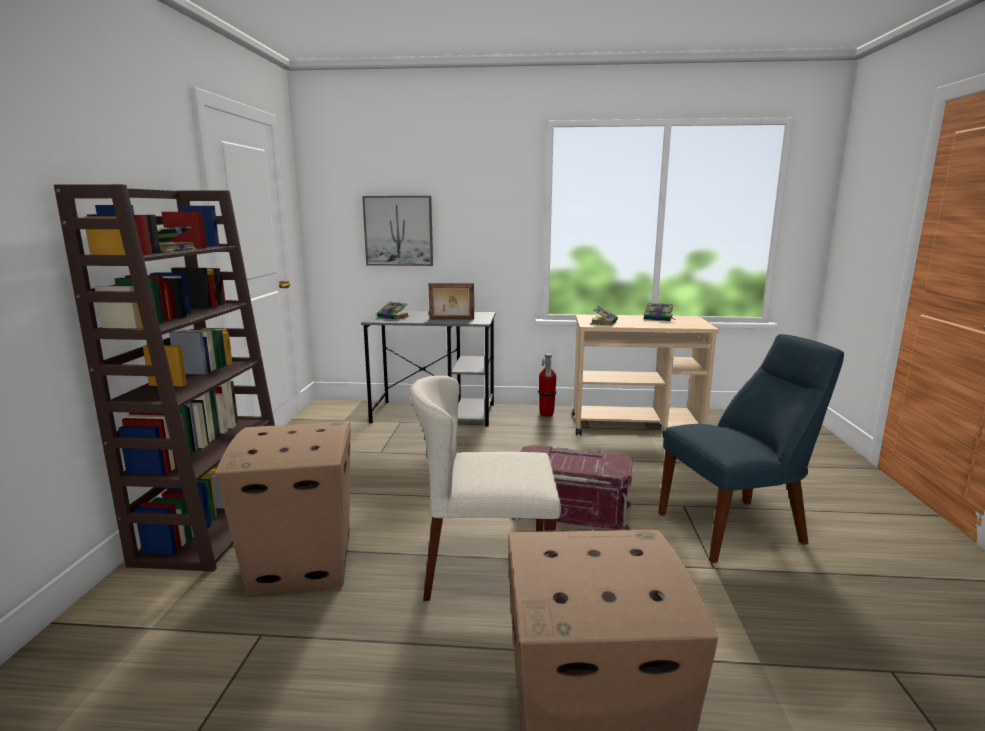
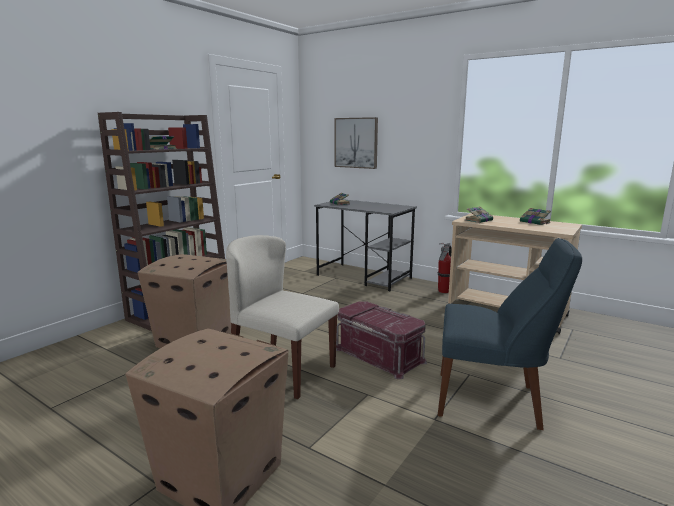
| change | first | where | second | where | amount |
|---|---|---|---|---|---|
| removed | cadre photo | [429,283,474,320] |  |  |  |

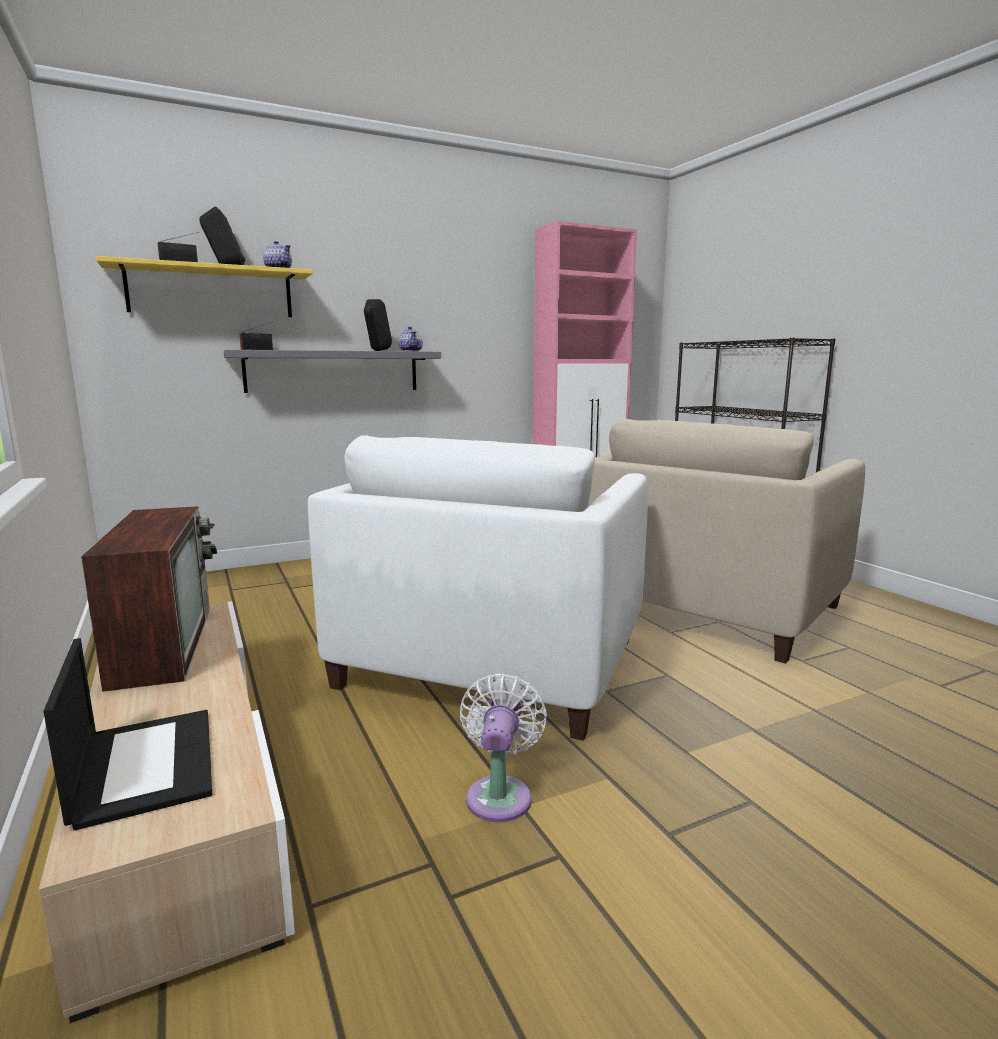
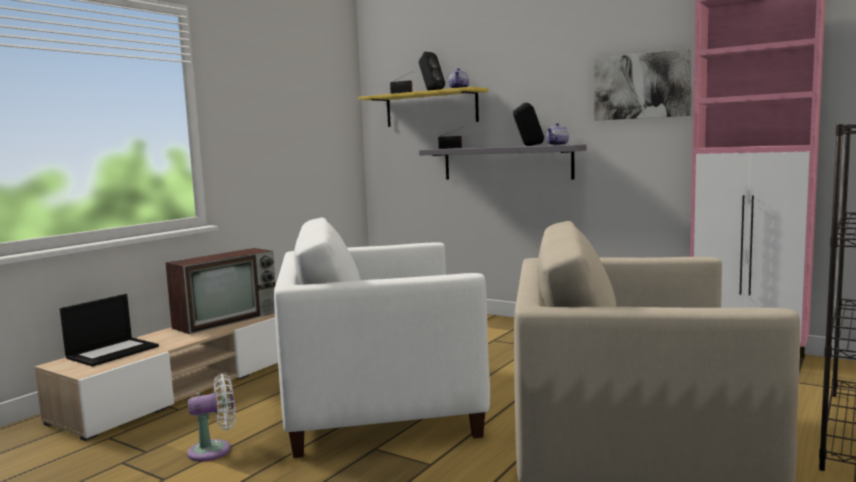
| change | first | where | second | where | amount |
|---|---|---|---|---|---|
| added |  |  | tableau | [594,49,692,121] |  |

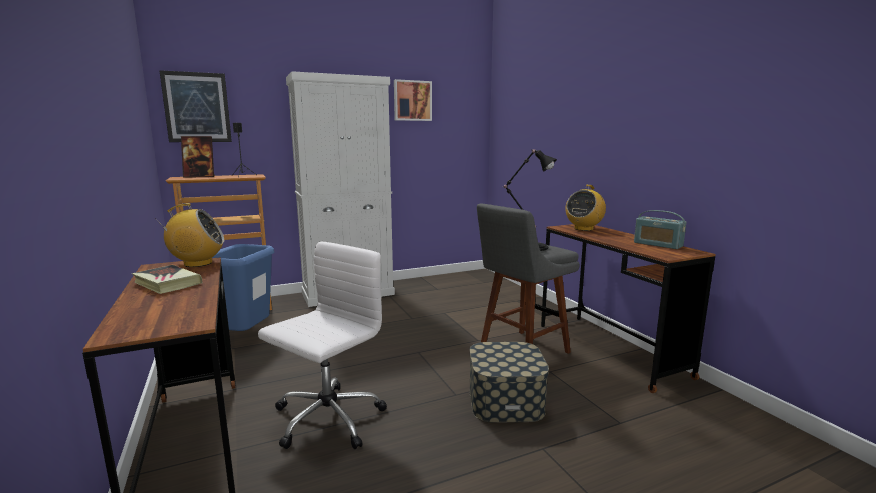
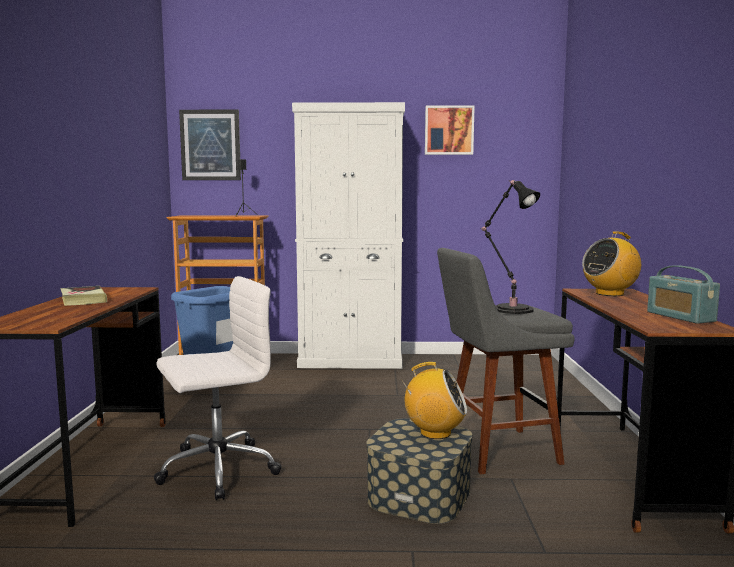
| change | first | where | second | where | amount |
|---|---|---|---|---|---|
| removed | cadre photo | [181,136,215,178] |  |  |  |
| moved | radio | [155,203,224,267] |  | [401,362,467,439] |  |

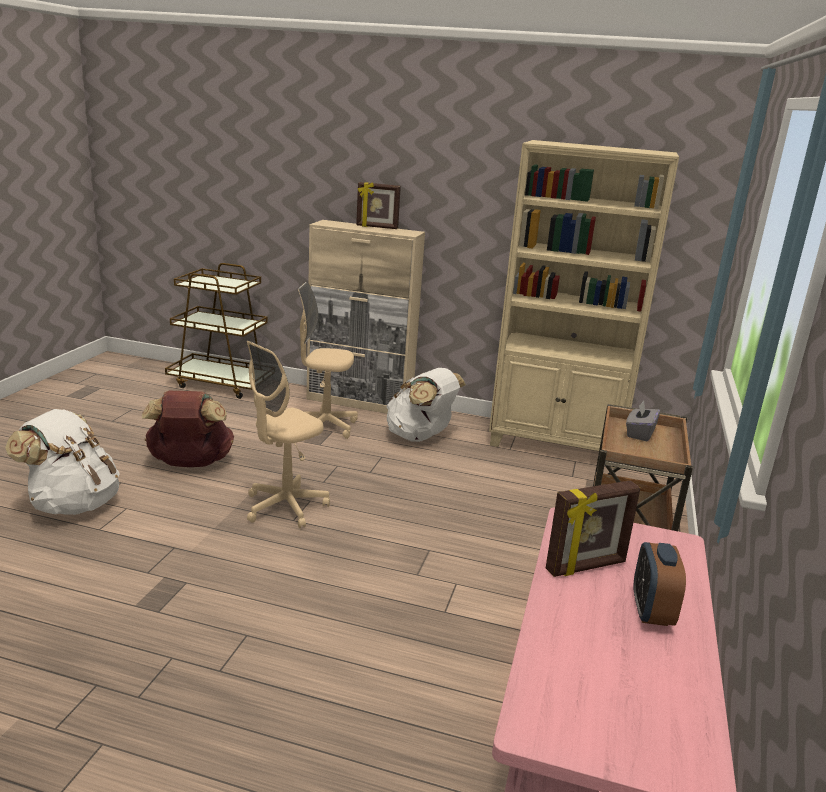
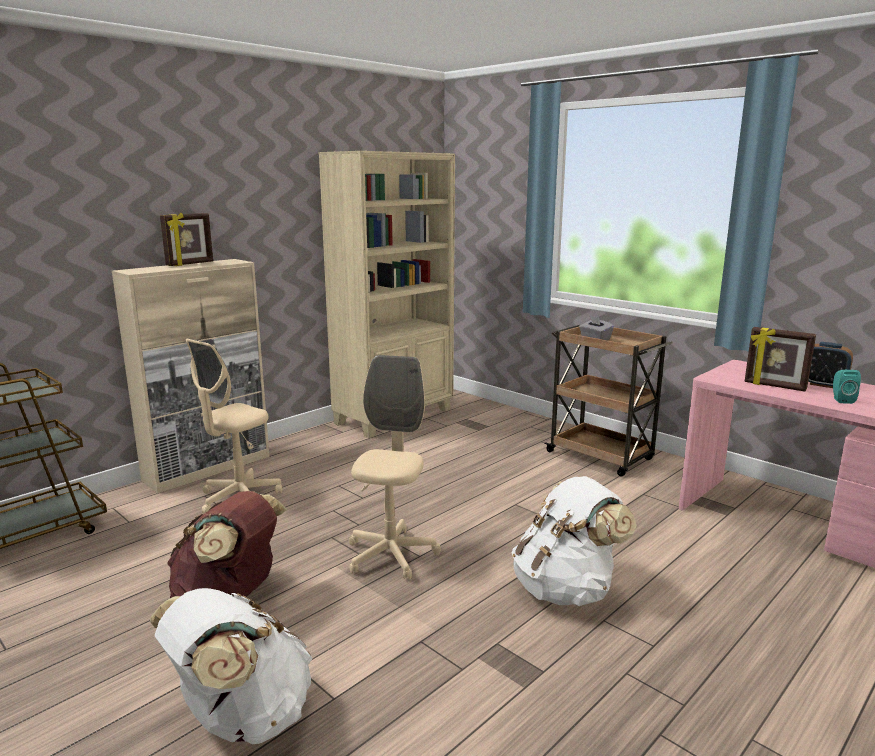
| change | first | where | second | where | amount |
|---|---|---|---|---|---|
| added |  |  | enceinte [turquoise] | [833,370,861,404] |  |
| moved | sac à dos [blanc] | [386,368,466,442] |  | [511,476,637,606] |  |
| turned | chaise de bureau [beige] | [247,341,330,528] |  | [349,355,441,580] | 150 degrees counterclockwise |
| turned | cadre photo | [546,480,640,577] |  | [745,327,816,391] | 120 degrees clockwise |

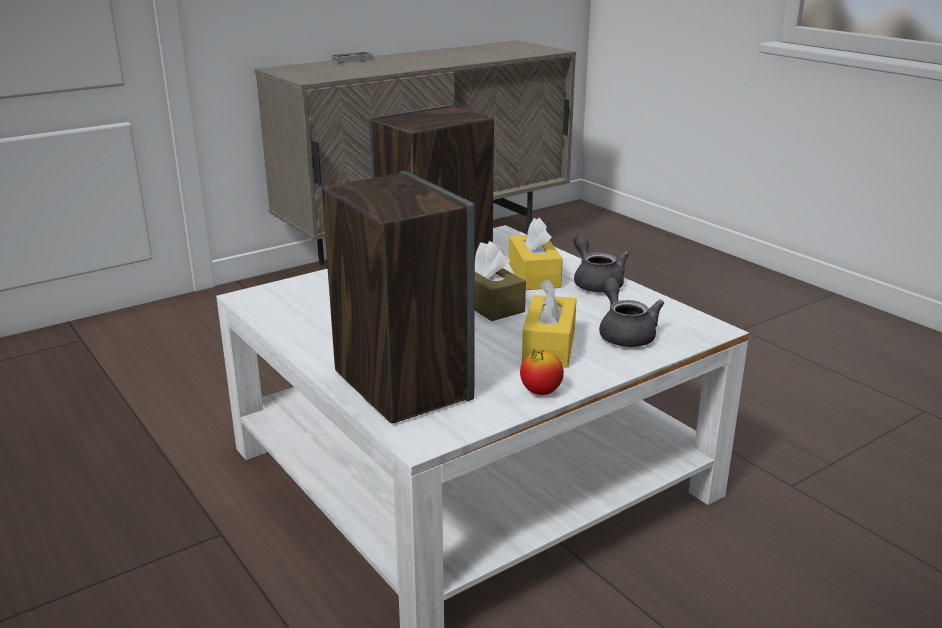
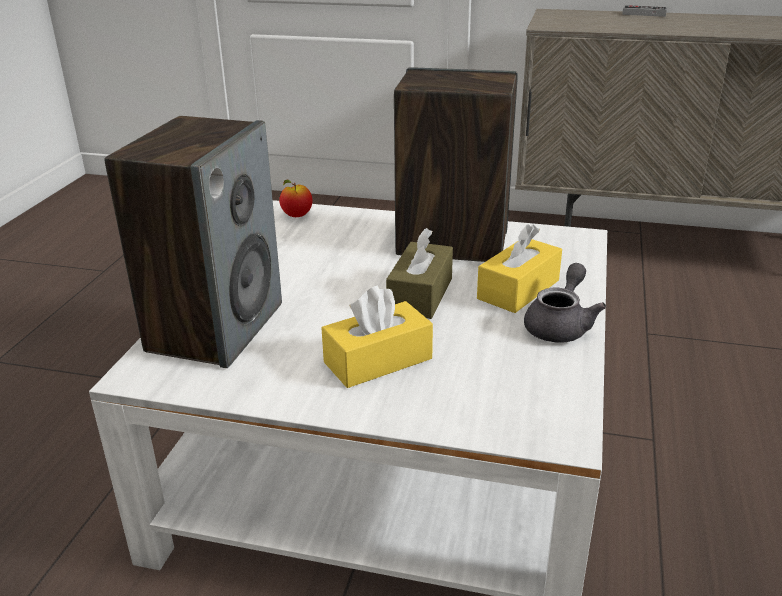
| change | first | where | second | where | amount |
|---|---|---|---|---|---|
| removed | théière [gris] | [599,278,664,347] |  |  |  |
| moved | pomme | [520,350,564,395] |  | [279,179,312,217] |  |

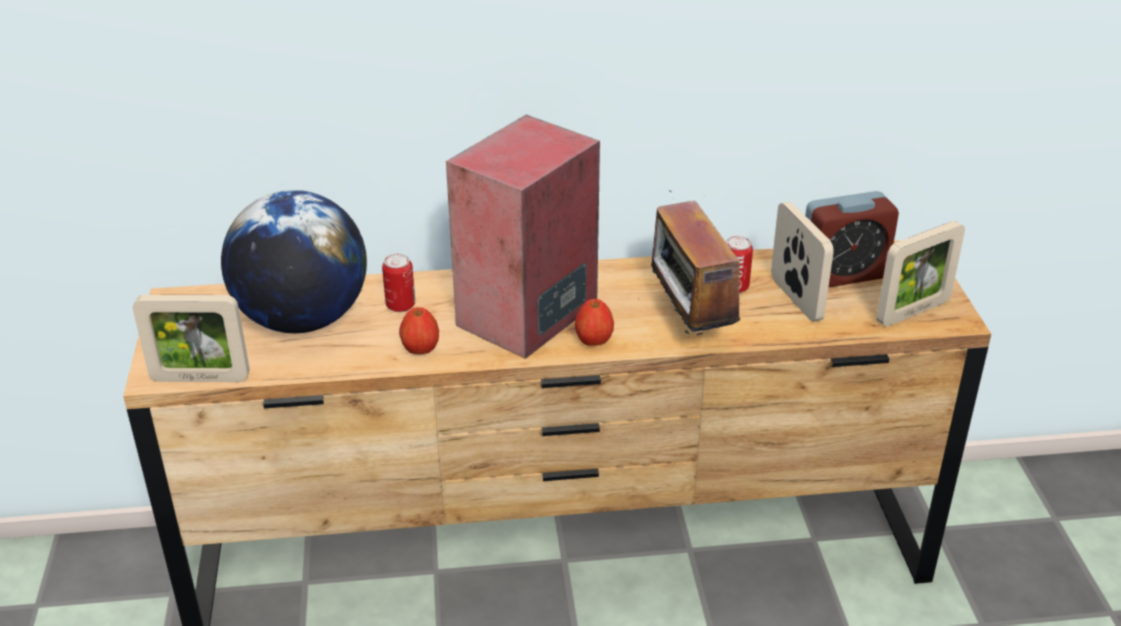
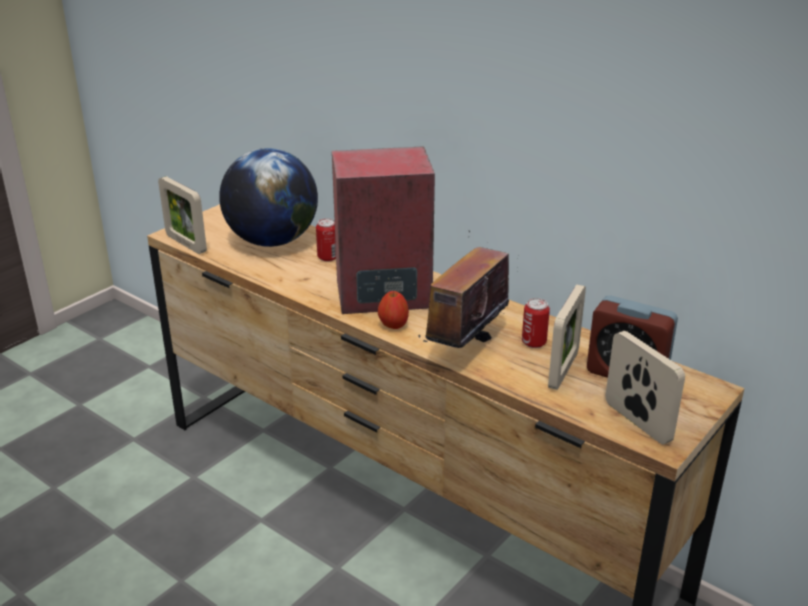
| change | first | where | second | where | amount |
|---|---|---|---|---|---|
| removed | pomme | [399,307,439,354] |  |  |  |
| turned | cadre photo | [876,221,965,327] |  | [605,331,685,444] | 135 degrees counterclockwise |

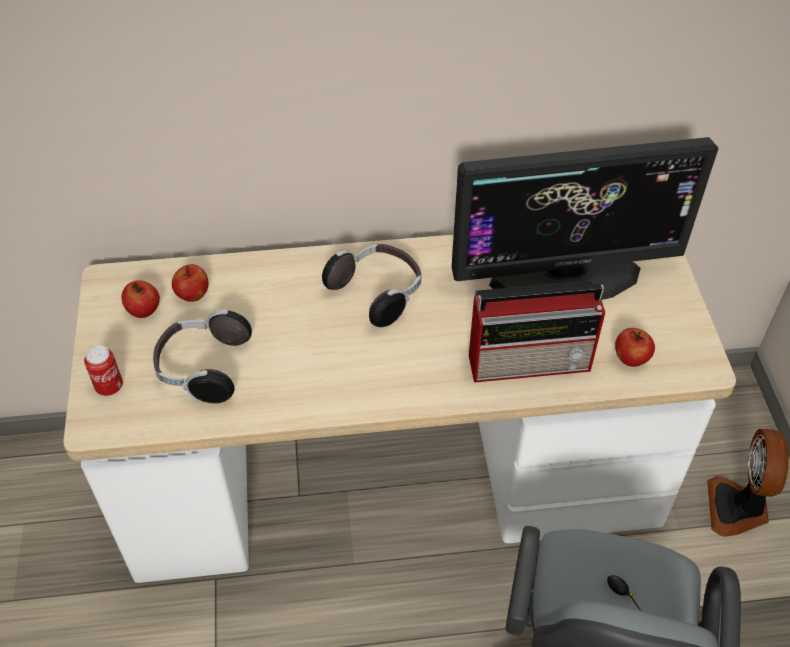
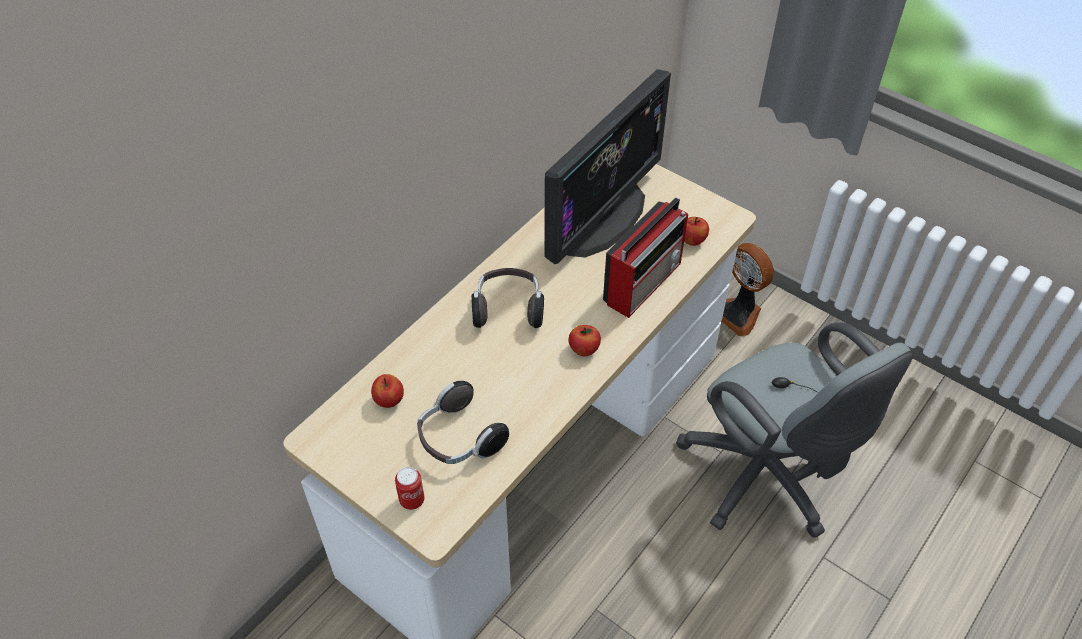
| change | first | where | second | where | amount |
|---|---|---|---|---|---|
| moved | pomme | [122,280,160,318] |  | [569,325,601,356] |  |

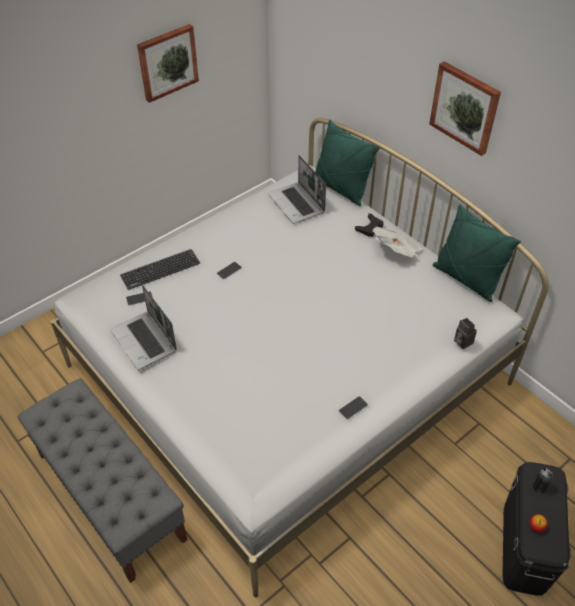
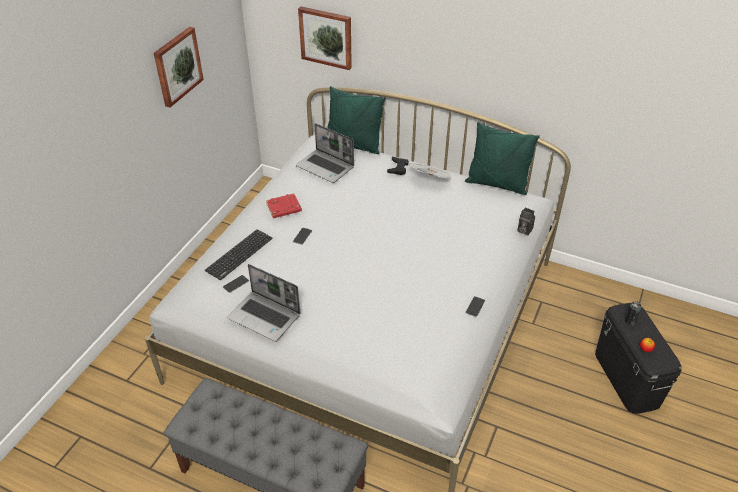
| change | first | where | second | where | amount |
|---|---|---|---|---|---|
| added |  |  | livre [rouge] | [266,193,302,218] |  |
| moved | tableau | [429,61,501,156] |  | [298,6,352,70] |  |

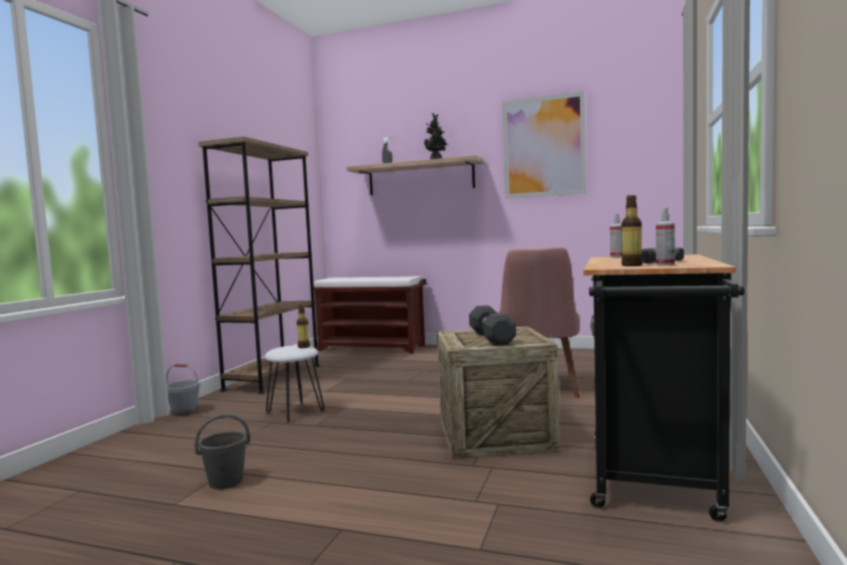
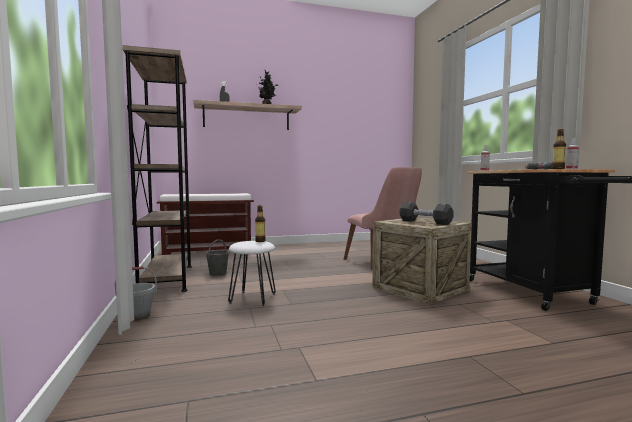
| change | first | where | second | where | amount |
|---|---|---|---|---|---|
| removed | tableau | [503,91,586,198] |  |  |  |
| moved | seau [gris] | [195,414,250,489] |  | [206,239,229,276] |  |

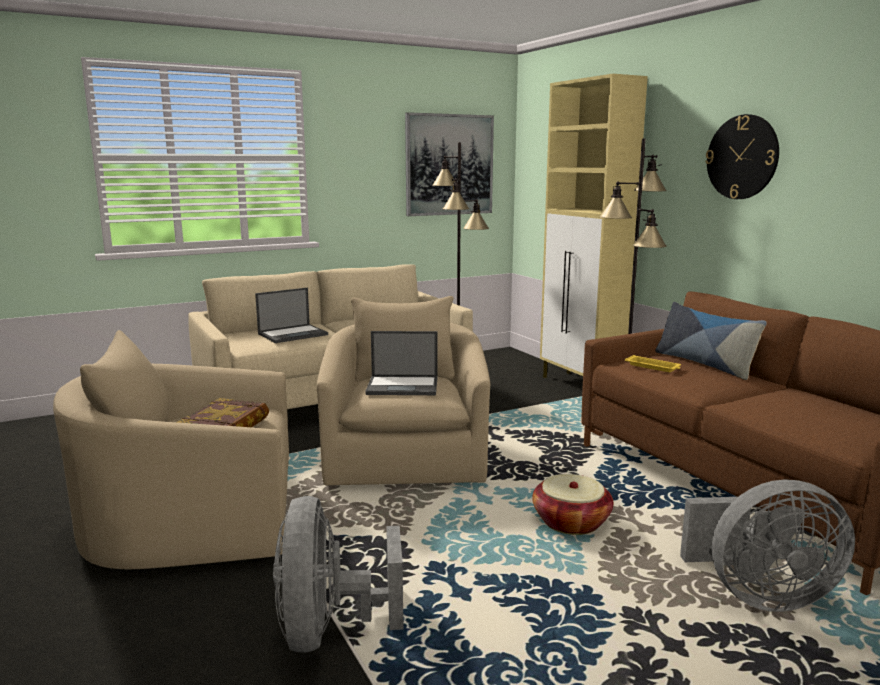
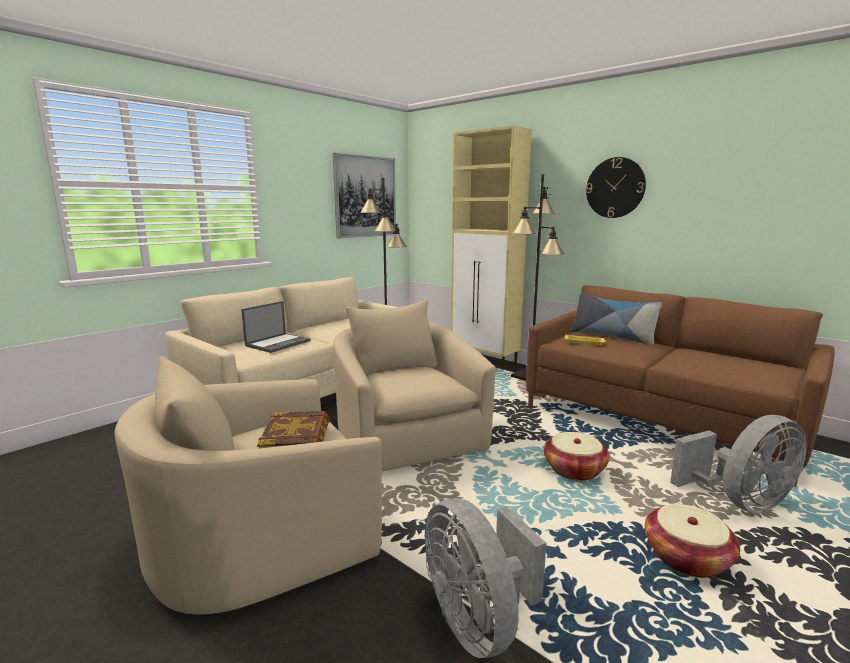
| change | first | where | second | where | amount |
|---|---|---|---|---|---|
| removed | ordinateur portable | [365,331,437,395] |  |  |  |
| added |  |  | panier | [645,504,740,578] |  |

